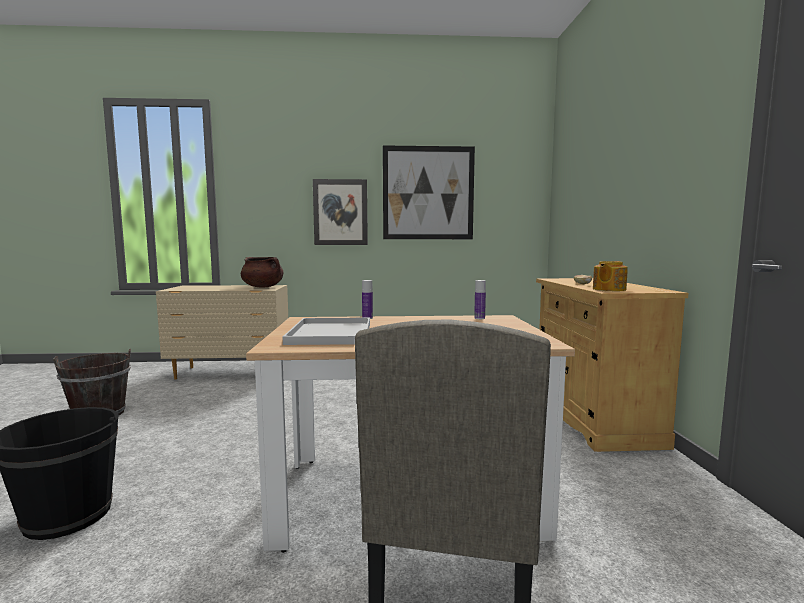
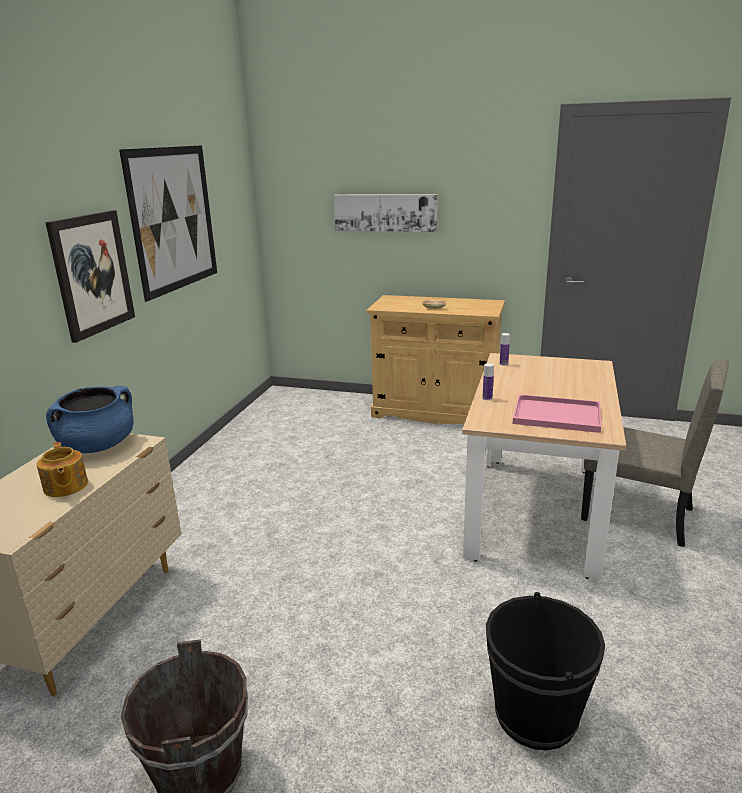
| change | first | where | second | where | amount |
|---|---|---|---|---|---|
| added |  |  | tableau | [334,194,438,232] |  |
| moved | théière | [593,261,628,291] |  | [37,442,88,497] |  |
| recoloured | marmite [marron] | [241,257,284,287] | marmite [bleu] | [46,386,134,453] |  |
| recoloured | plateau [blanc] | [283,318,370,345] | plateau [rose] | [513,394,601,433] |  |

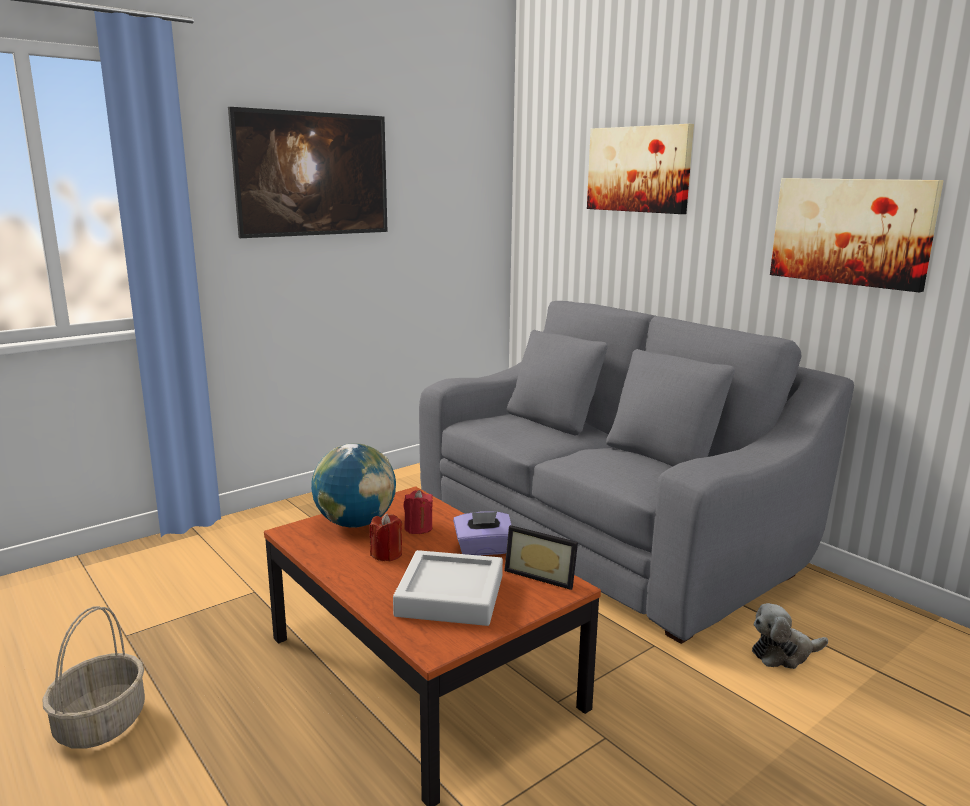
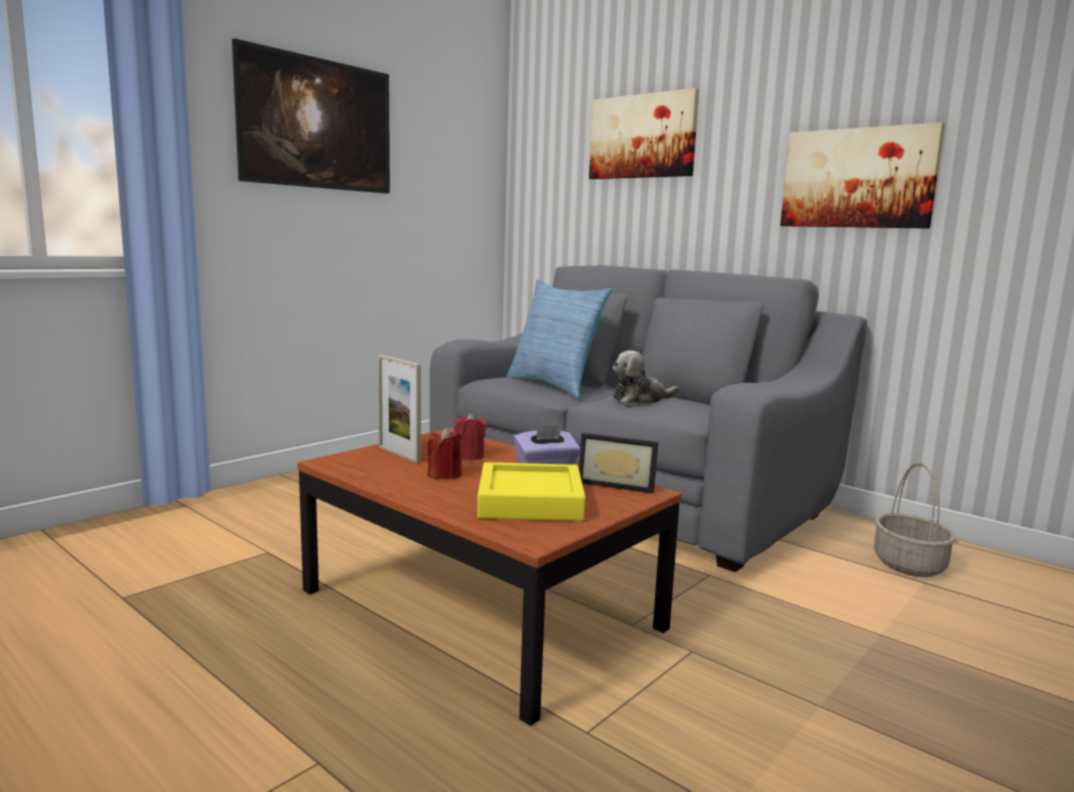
| change | first | where | second | where | amount |
|---|---|---|---|---|---|
| added |  |  | coussin | [506,280,612,398] |  |
| moved | panier | [43,606,145,749] |  | [874,463,956,577] |  |
| moved | peluche | [752,603,828,669] |  | [613,351,679,404] |  |
| replaced | globe | [311,443,396,528] | cadre photo | [378,355,421,463] |  |
| recoloured | plateau [gris] | [393,550,503,626] | plateau [jaune] | [477,462,586,521] |  |

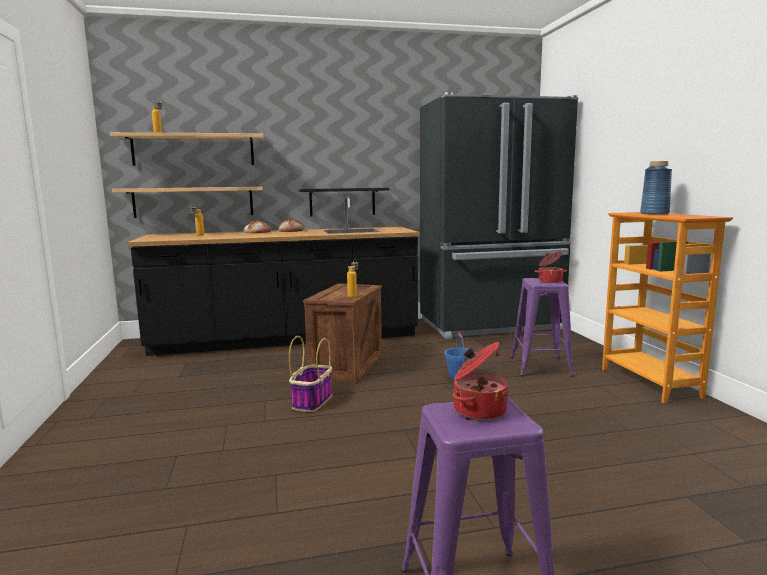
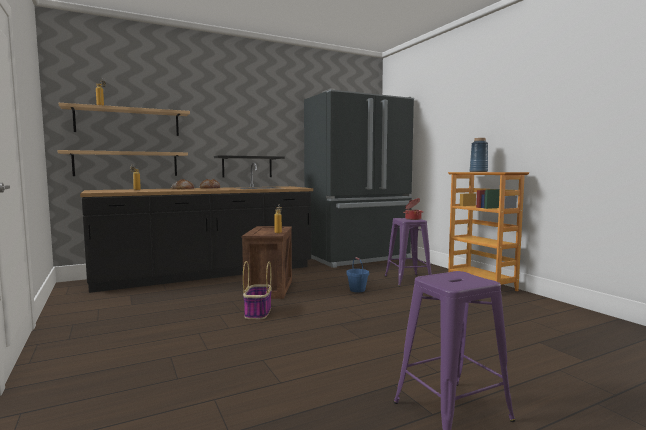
| change | first | where | second | where | amount |
|---|---|---|---|---|---|
| removed | marmite | [453,342,508,420] |  |  |  |

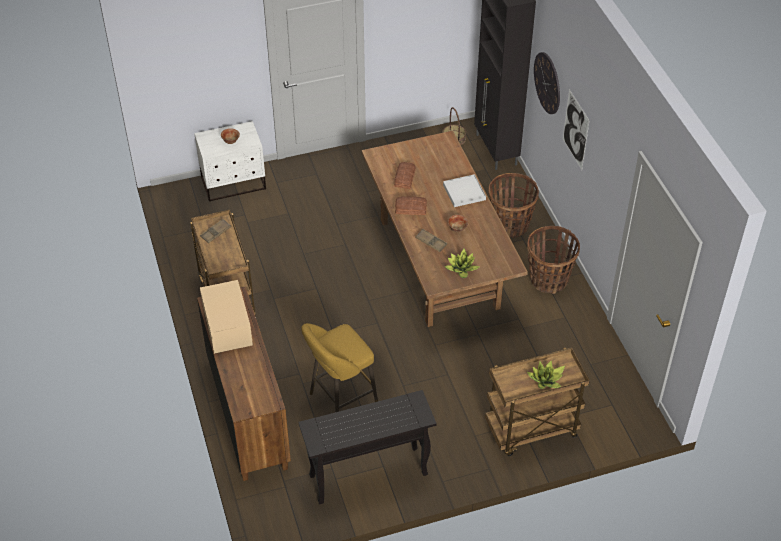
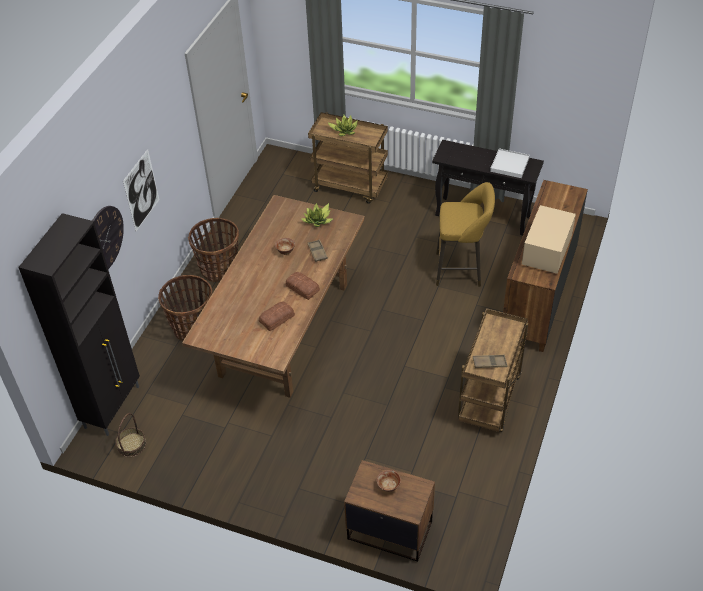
| change | first | where | second | where | amount |
|---|---|---|---|---|---|
| moved | plateau [blanc] | [443,174,486,207] |  | [490,148,530,178] |  |
| recoloured | table de chevet [blanc] | [194,121,266,202] | table de chevet [marron] | [344,460,435,562] |  |

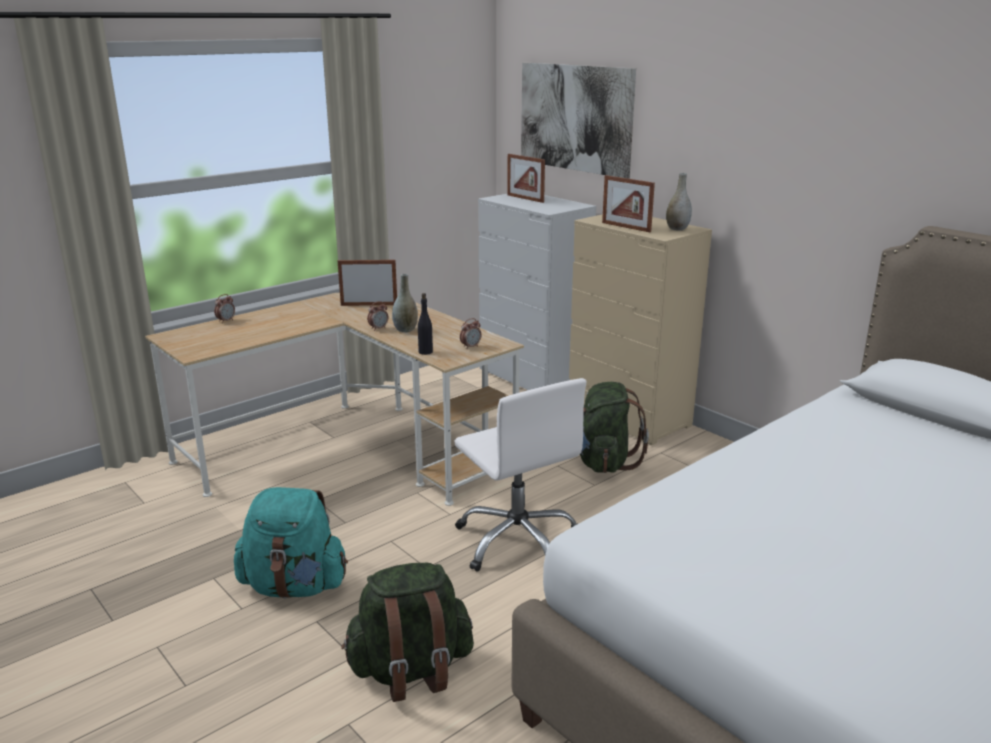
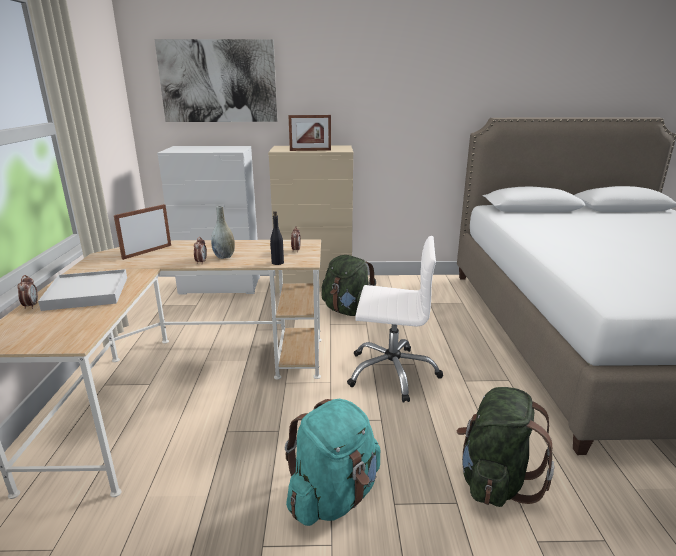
| change | first | where | second | where | amount |
|---|---|---|---|---|---|
| removed | cadre photo | [507,154,545,203] |  |  |  |
| removed | vase [gris] | [666,173,692,230] |  |  |  |
| added |  |  | plateau [blanc] | [38,269,127,311] |  |

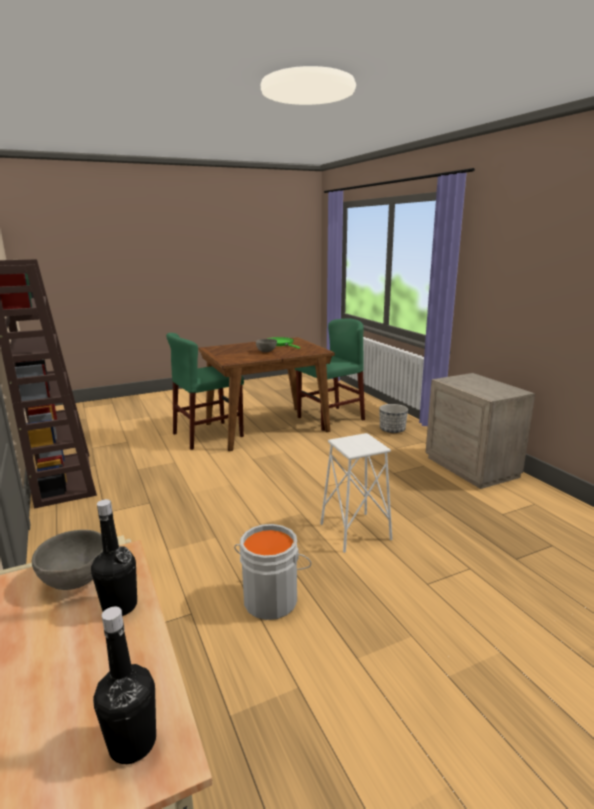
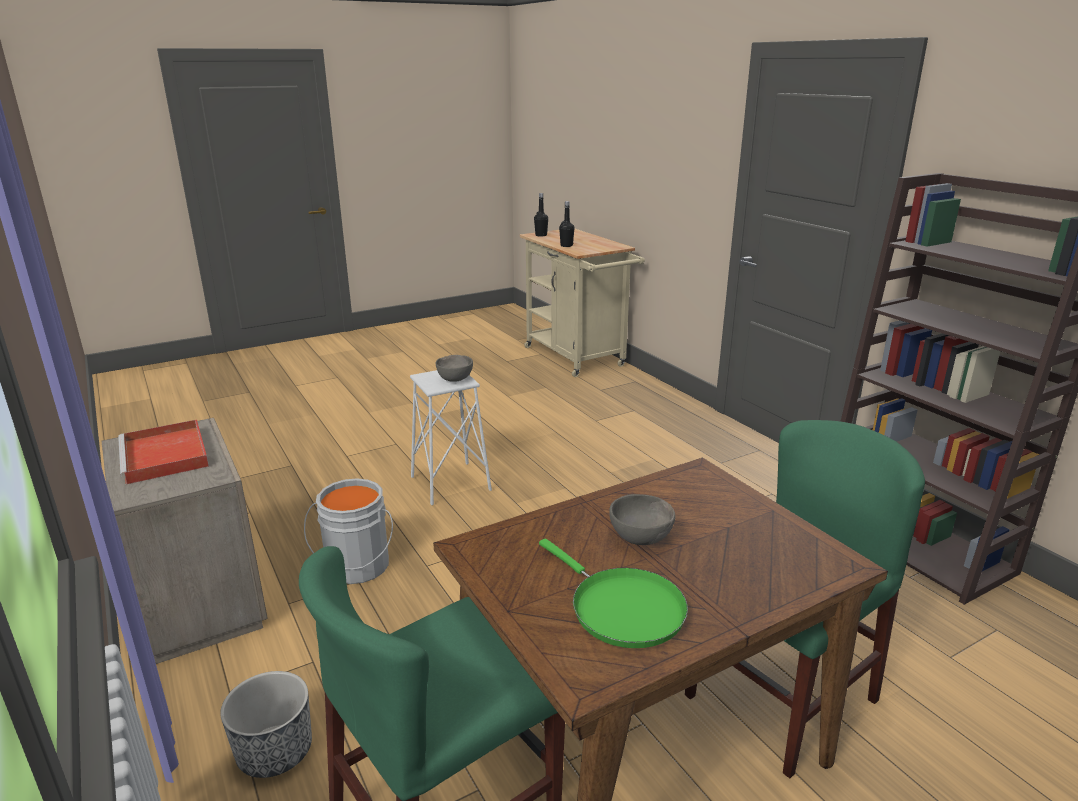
| change | first | where | second | where | amount |
|---|---|---|---|---|---|
| added |  |  | plateau [rouge] | [118,420,209,484] |  |
| moved | bol [gris] | [32,530,103,590] |  | [435,355,473,382] |  |
| moved | seau [gris] | [234,524,311,620] |  | [304,478,393,584] |  |

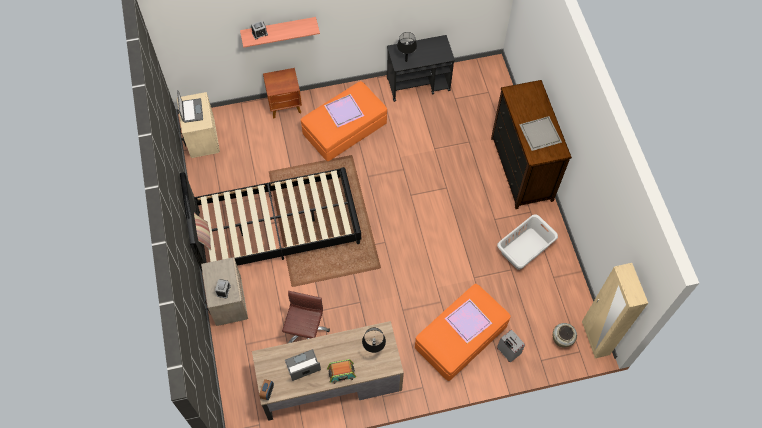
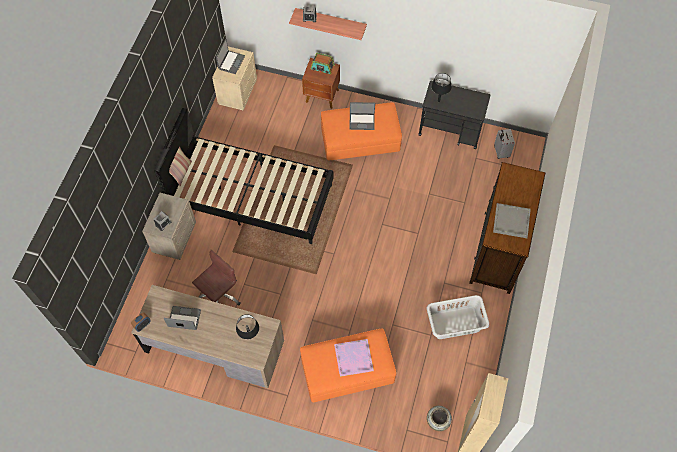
| change | first | where | second | where | amount |
|---|---|---|---|---|---|
| moved | radio | [327,359,356,384] |  | [310,53,335,74] |  |
| moved | valise [gris] | [497,330,525,362] |  | [494,129,515,159] |  |
| replaced | plateau [violet] | [324,94,364,128] | ordinateur portable | [349,102,375,130] |  |

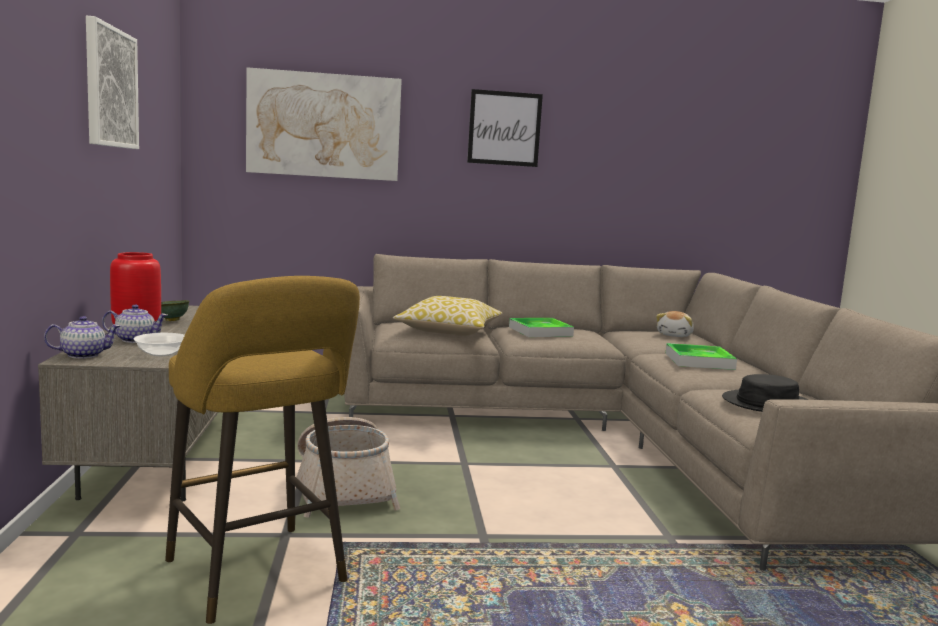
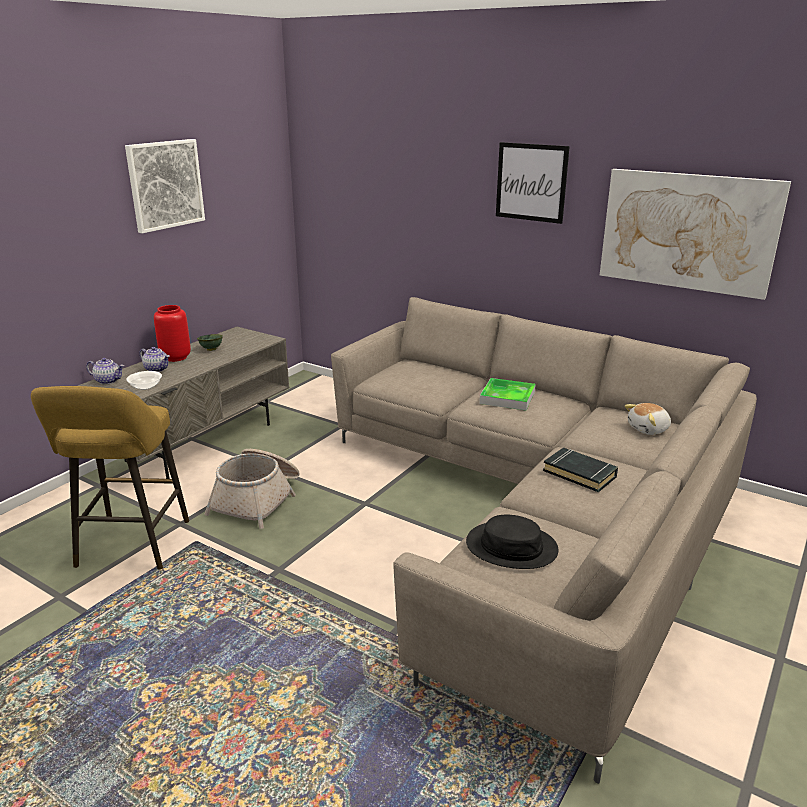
| change | first | where | second | where | amount |
|---|---|---|---|---|---|
| removed | coussin | [393,296,502,336] |  |  |  |
| moved | tableau | [246,67,402,181] |  | [600,169,791,300] |  |
| replaced | plateau | [665,343,737,370] | livre [noir] | [543,448,618,492] |  |

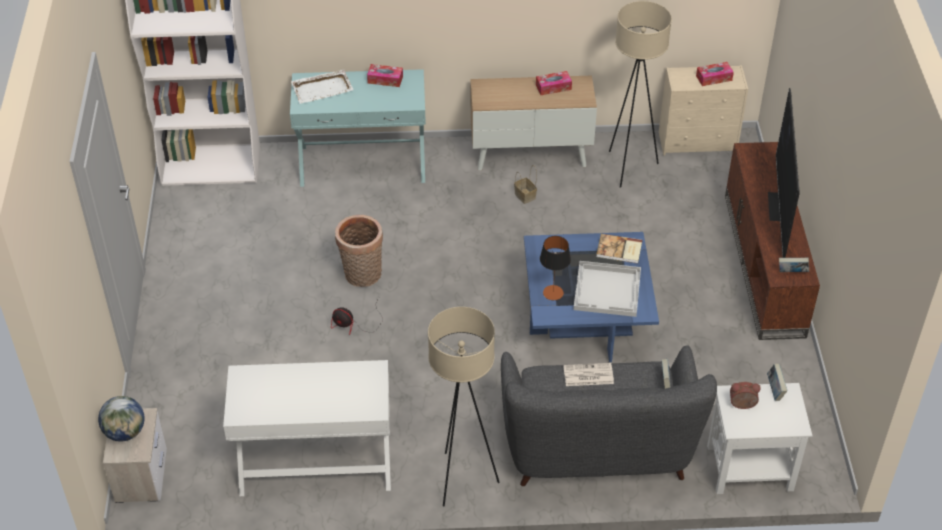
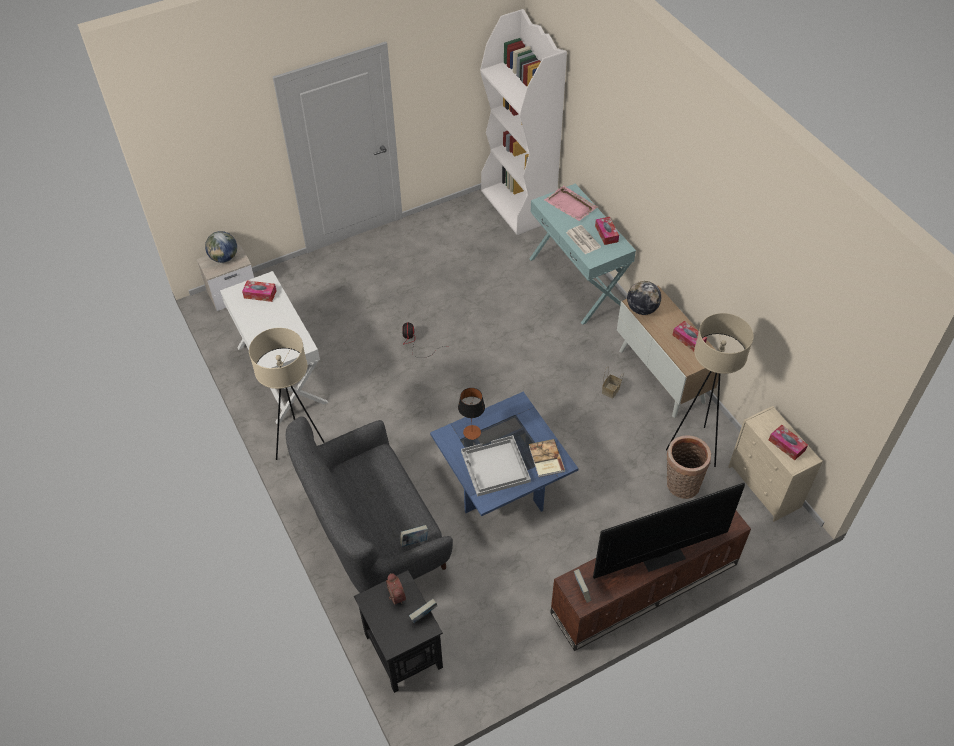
| change | first | where | second | where | amount |
|---|---|---|---|---|---|
| added |  |  | boîte à mouchoirs | [242,280,277,302] |  |
| added |  |  | globe | [627,281,661,315] |  |
| moved | panier | [335,215,383,287] |  | [667,435,711,499] |  |
| moved | journal | [563,363,614,386] |  | [566,225,601,254] |  |
| recoloured | plateau [blanc] | [291,70,353,104] | plateau [rose] | [544,186,597,221] |  |
| recoloured | table d'appoint [blanc] | [707,383,812,494] | table d'appoint [noir] | [354,570,443,693] |  |

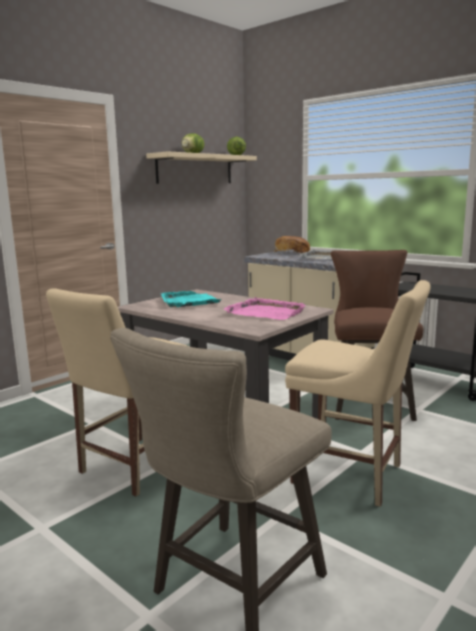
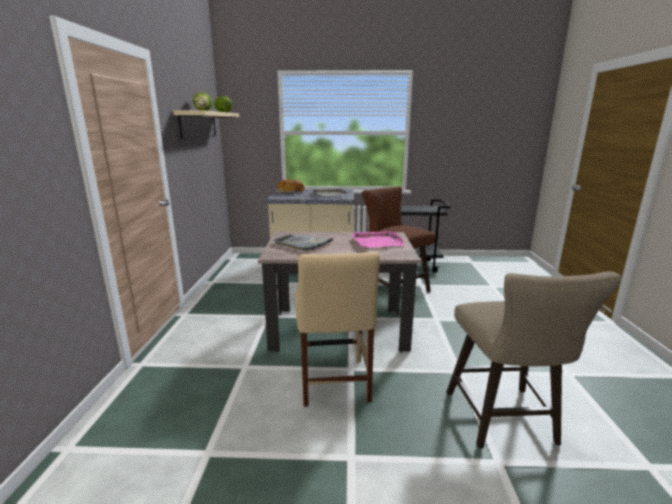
| change | first | where | second | where | amount |
|---|---|---|---|---|---|
| removed | chaise [beige] | [285,280,431,507] |  |  |  |
| recoloured | plateau [turquoise] | [161,291,223,307] | plateau [gris] | [273,235,333,251] |  |

